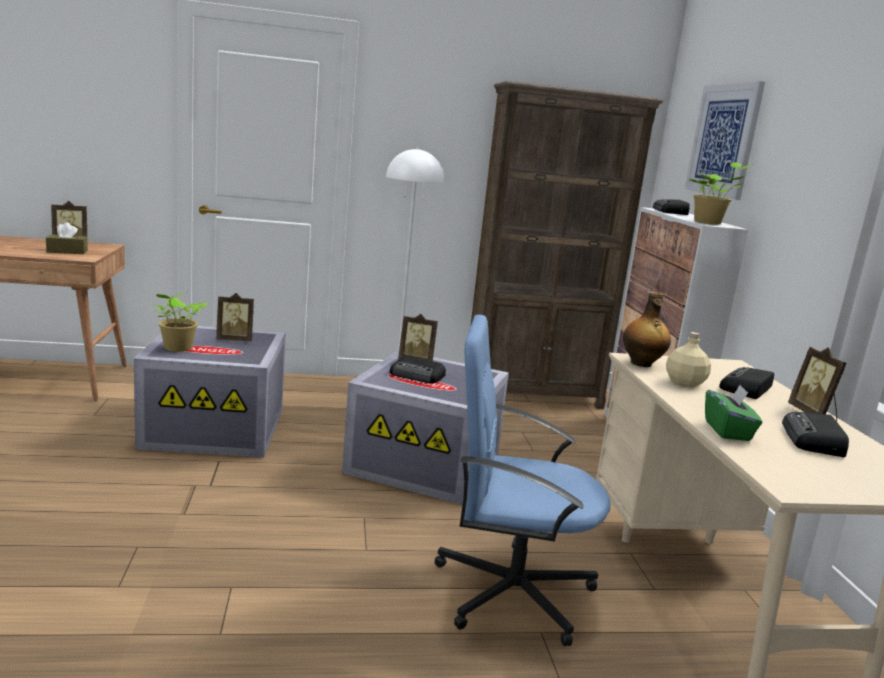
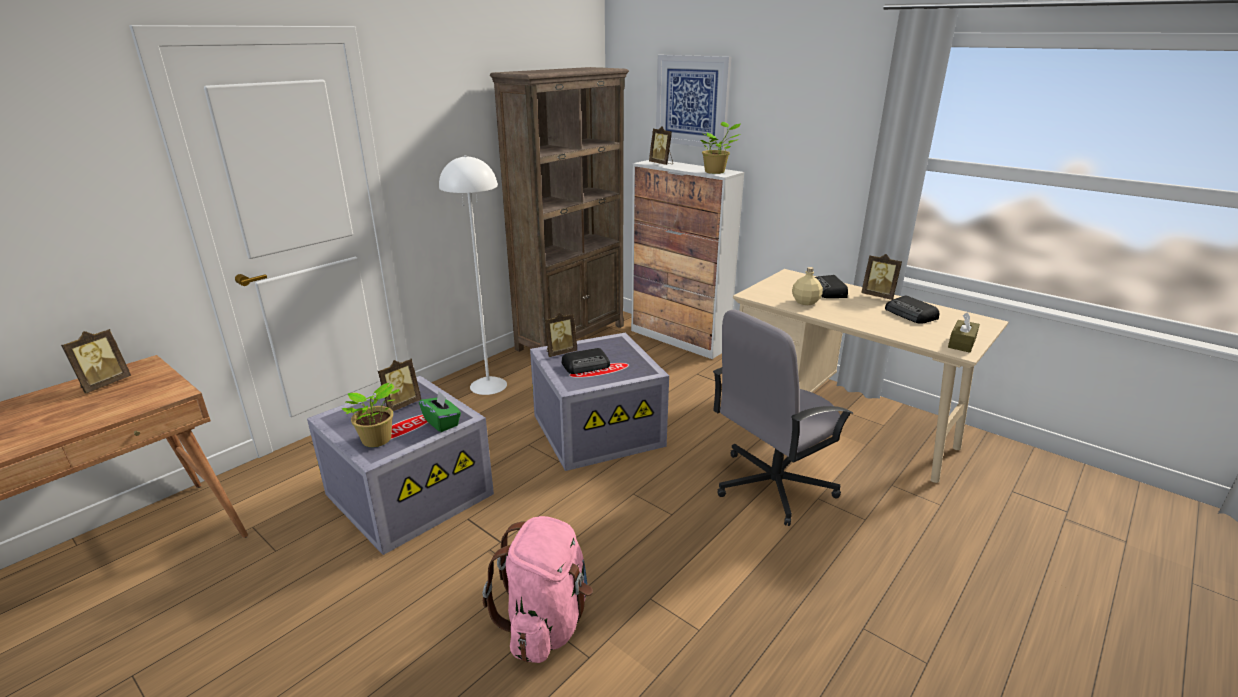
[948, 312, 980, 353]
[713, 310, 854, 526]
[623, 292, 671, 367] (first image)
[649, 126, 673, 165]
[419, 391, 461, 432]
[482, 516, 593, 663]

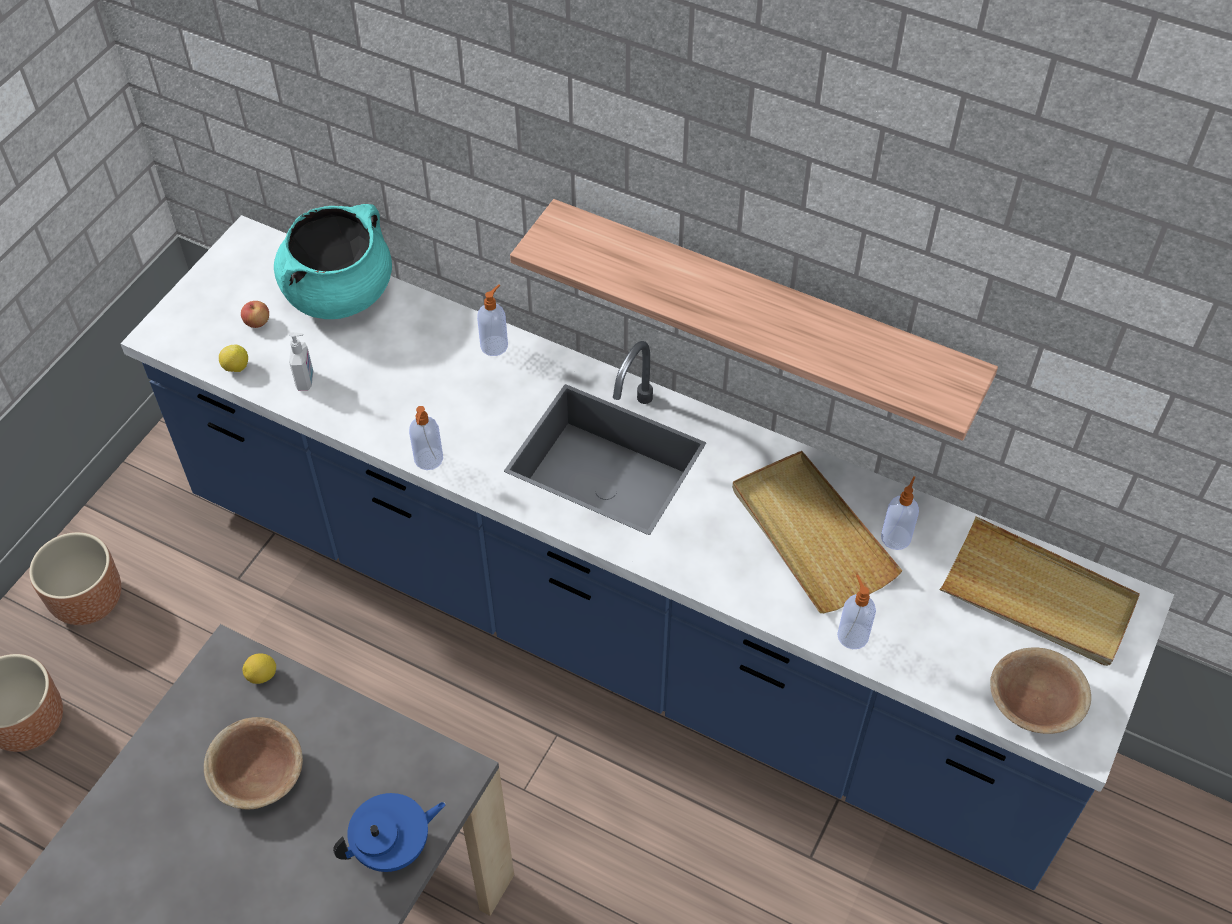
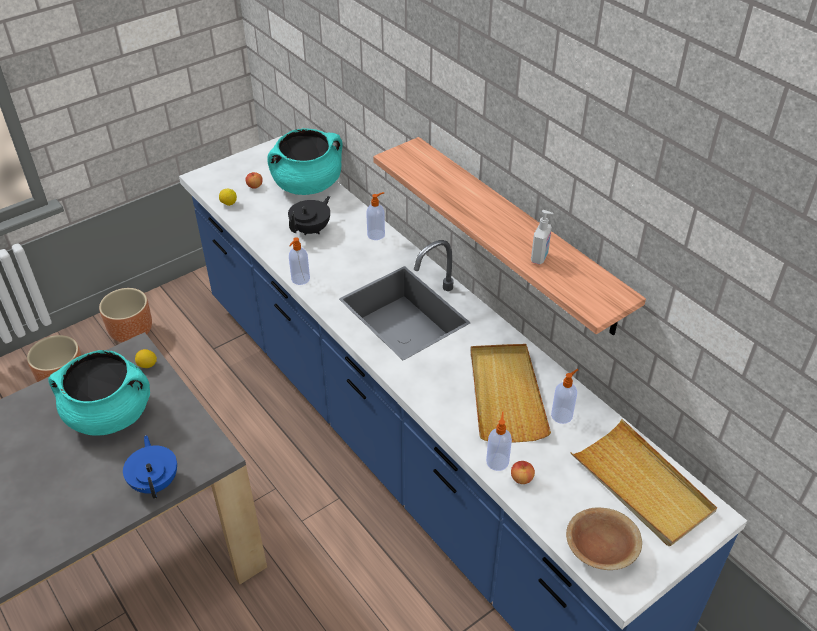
[48, 350, 150, 436]
[531, 210, 554, 265]
[123, 435, 177, 499]
[288, 196, 330, 235]
[511, 461, 535, 484]

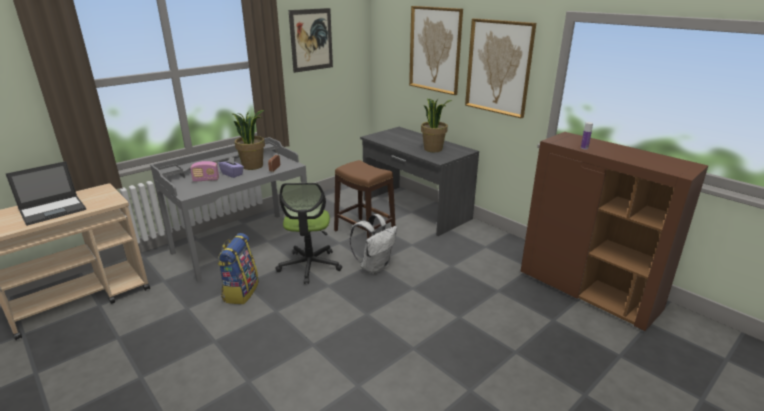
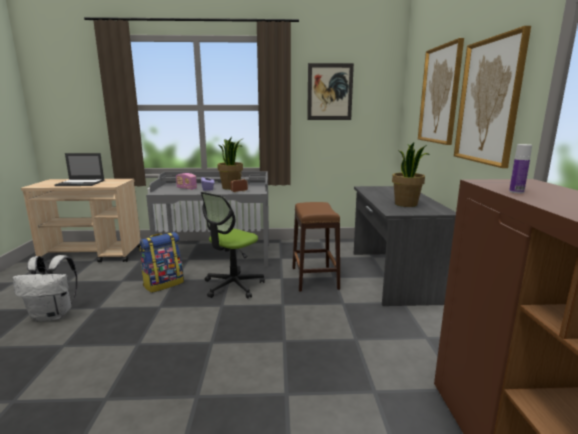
[13, 255, 77, 321]

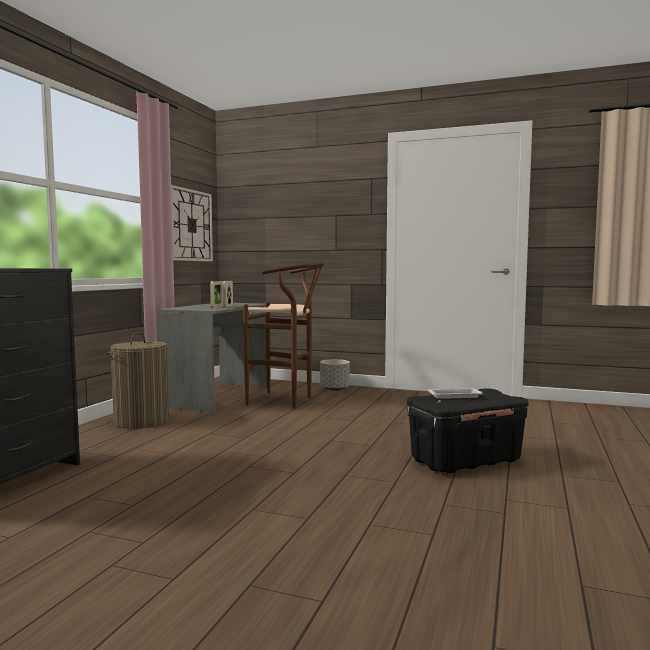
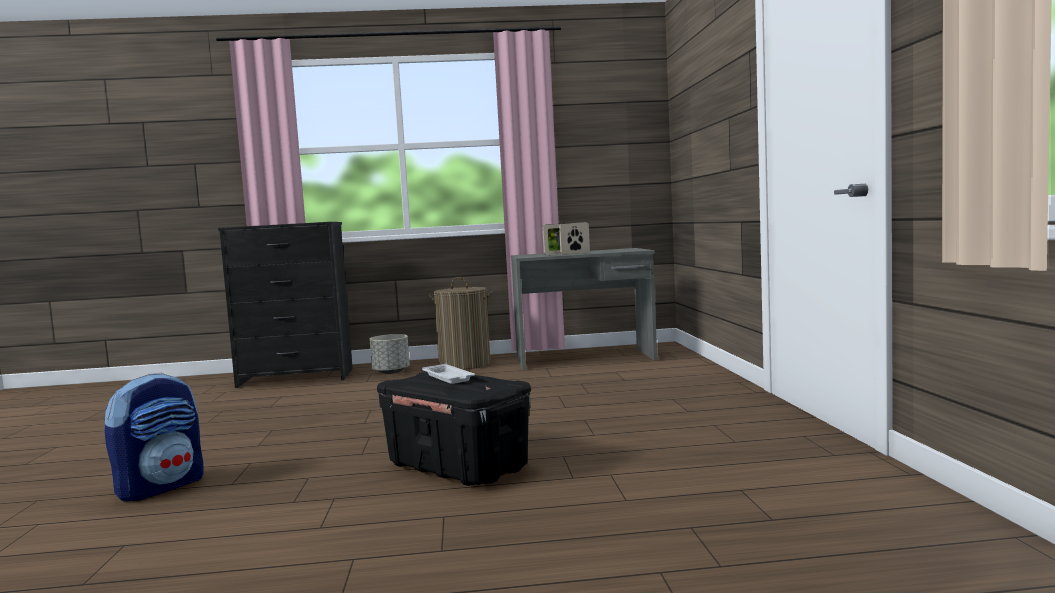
[171, 185, 213, 261] (first image)
[243, 262, 324, 408] (first image)
[370, 334, 410, 374]
[104, 373, 204, 502]

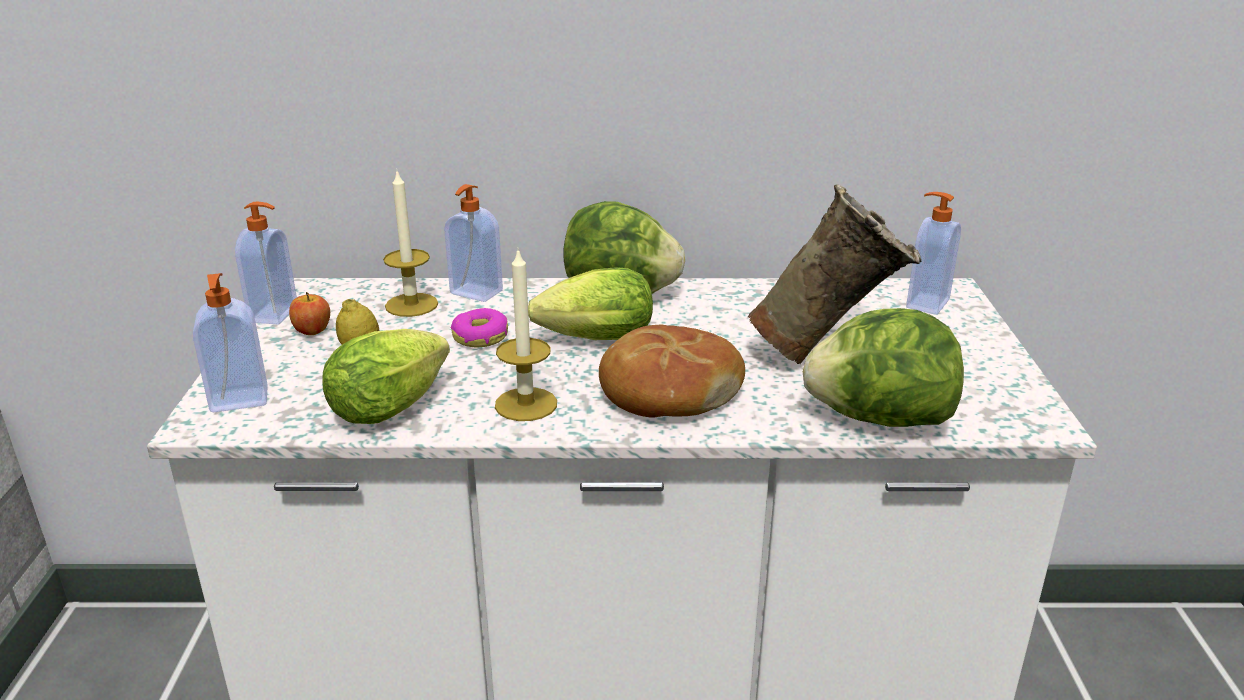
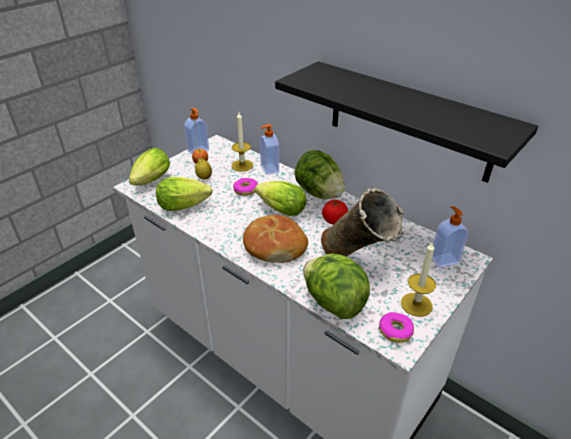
[129, 148, 170, 186]
[401, 241, 436, 317]
[275, 61, 538, 183]
[322, 200, 348, 225]
[379, 312, 414, 343]

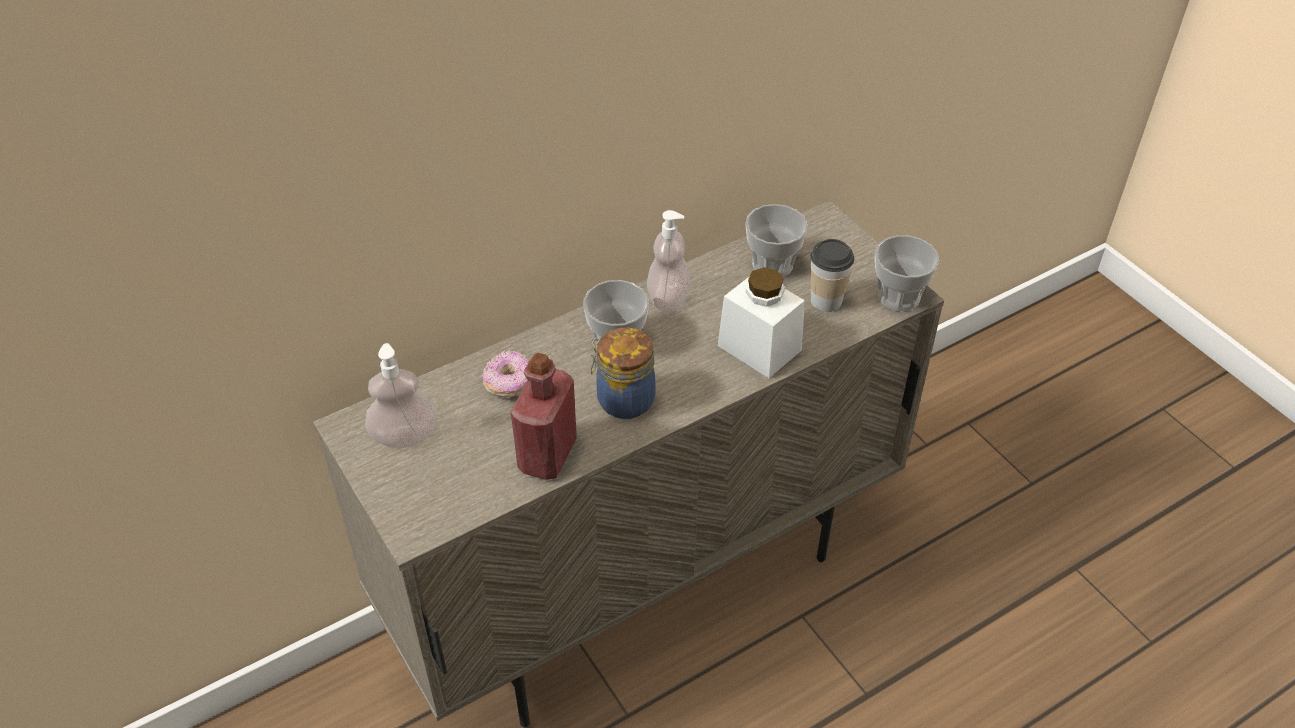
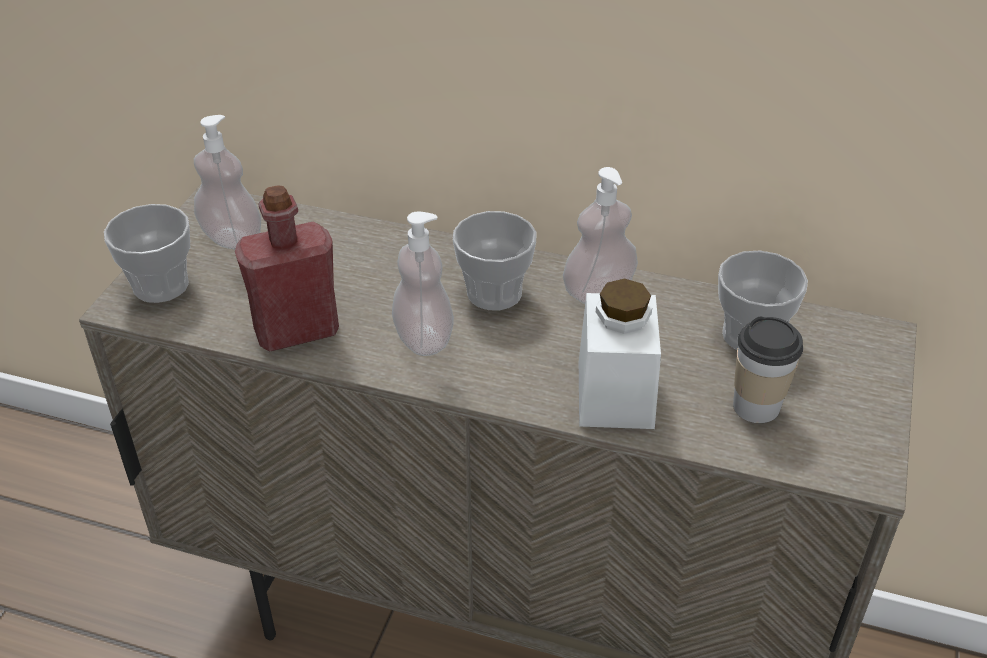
[483, 350, 529, 397] (first image)
[392, 212, 454, 356]
[104, 204, 190, 303]

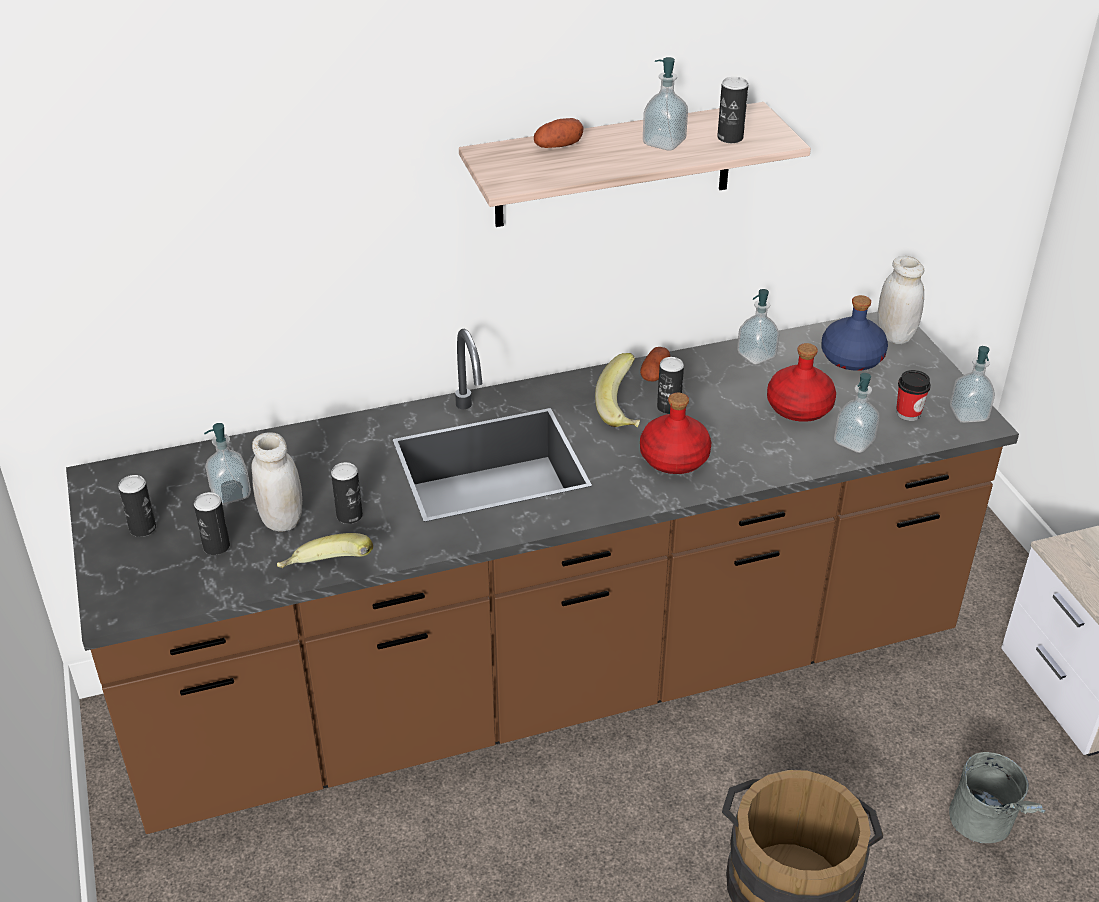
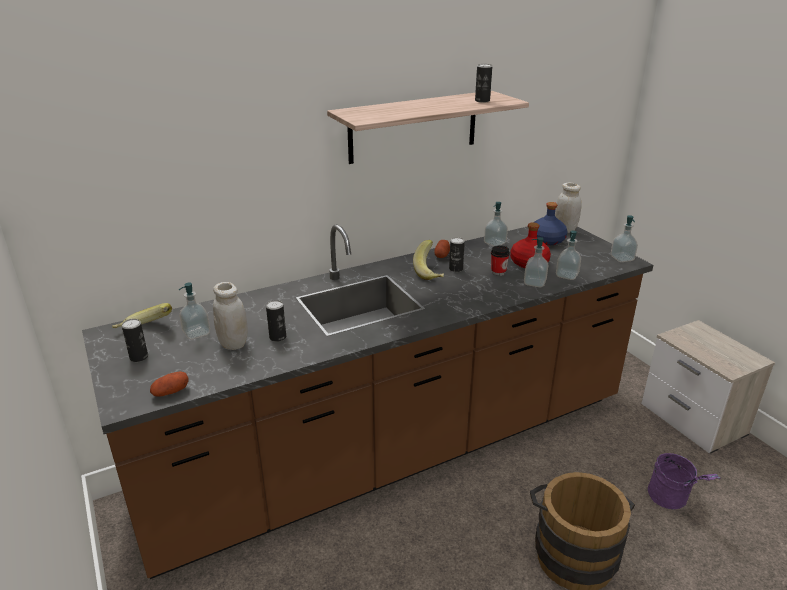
[194, 492, 230, 555] (first image)
[112, 303, 172, 328]
[150, 371, 189, 397]
[640, 393, 711, 474] (first image)
[524, 237, 548, 287]
[491, 245, 510, 276]
[648, 453, 721, 509]

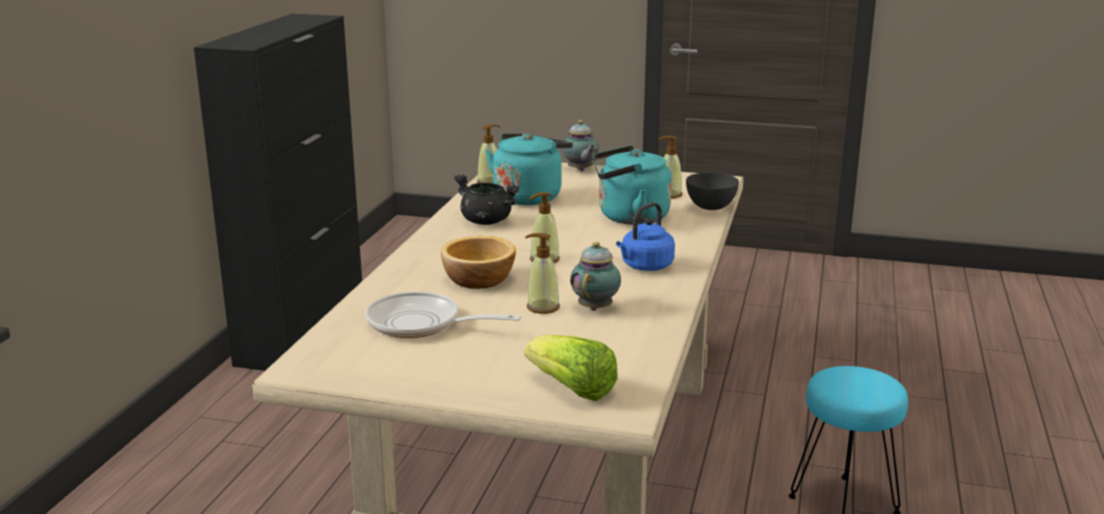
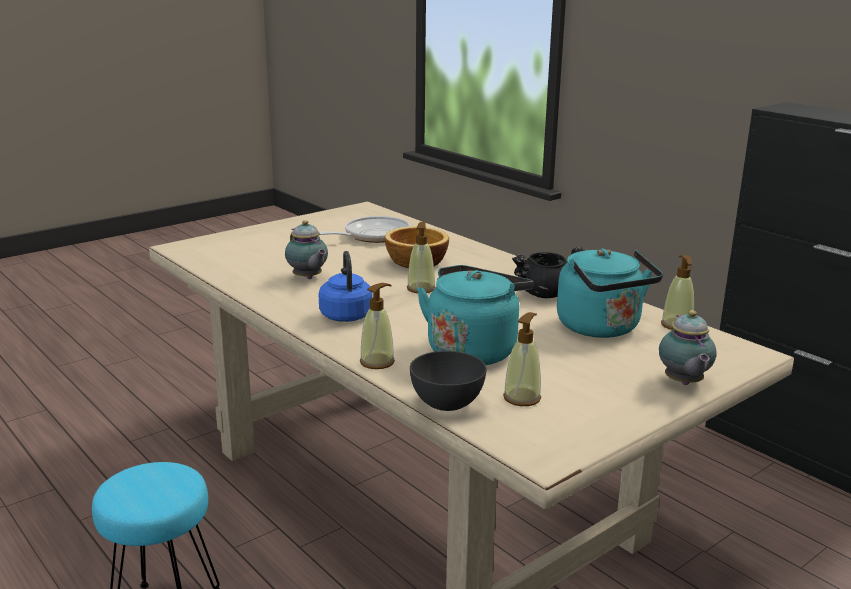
[360, 283, 395, 369]
[525, 335, 617, 401] (first image)
[659, 310, 717, 385]

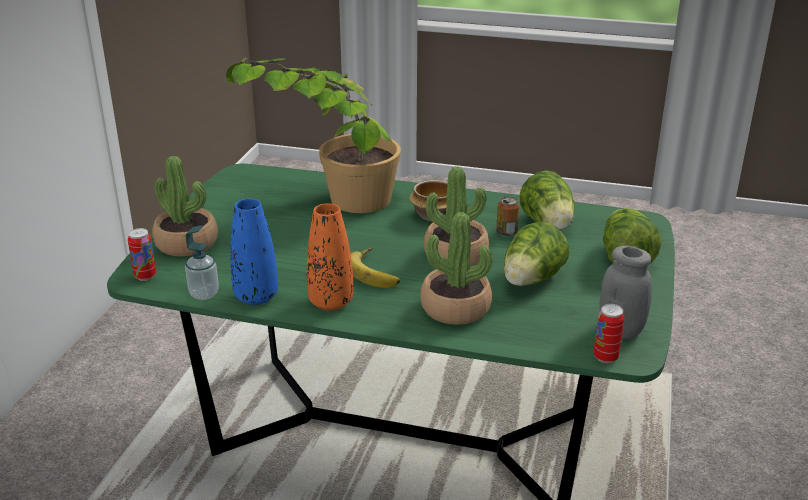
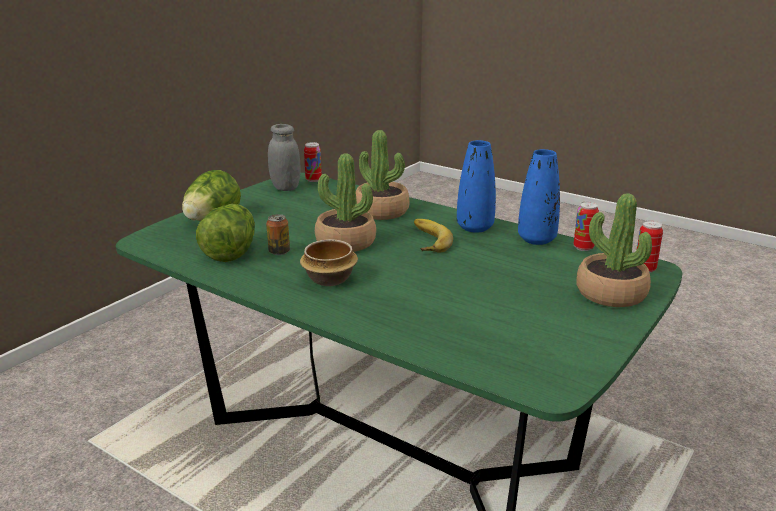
[574, 201, 599, 251]
[226, 58, 401, 213] (first image)
[457, 140, 496, 233]
[504, 222, 569, 286] (first image)

